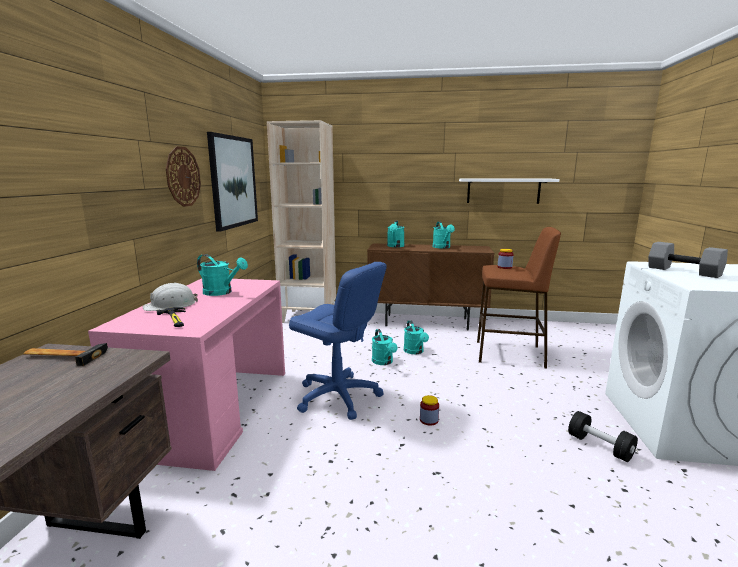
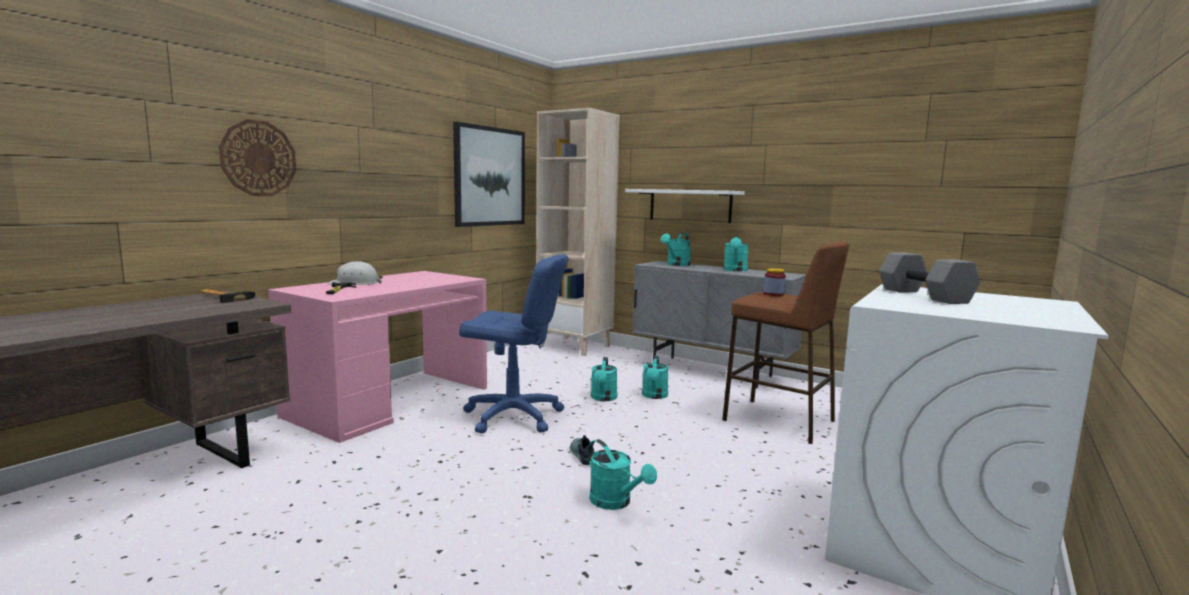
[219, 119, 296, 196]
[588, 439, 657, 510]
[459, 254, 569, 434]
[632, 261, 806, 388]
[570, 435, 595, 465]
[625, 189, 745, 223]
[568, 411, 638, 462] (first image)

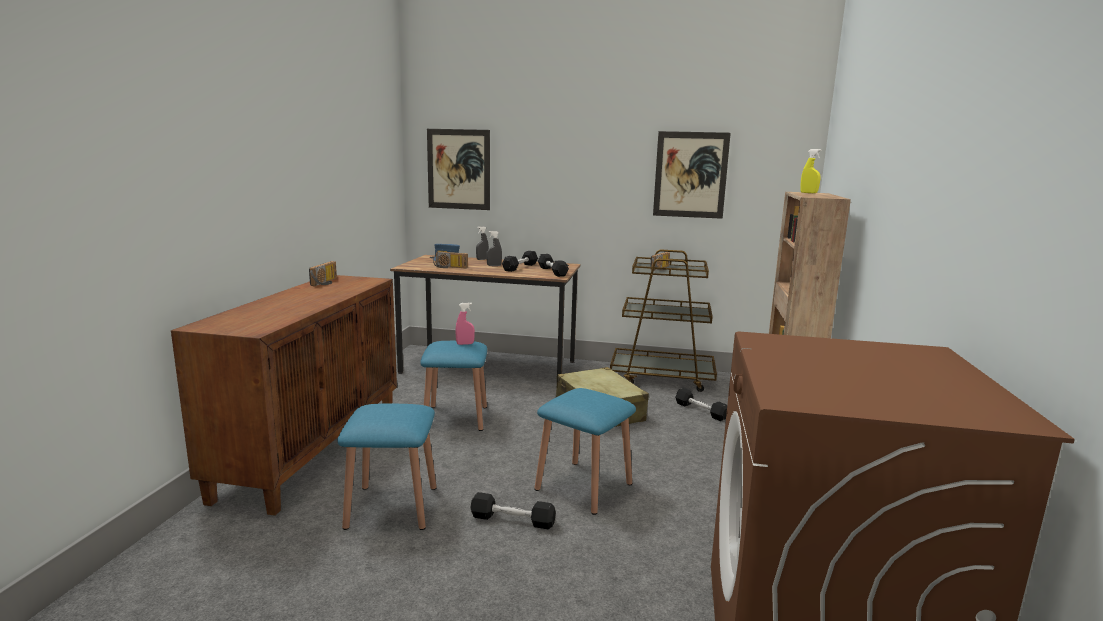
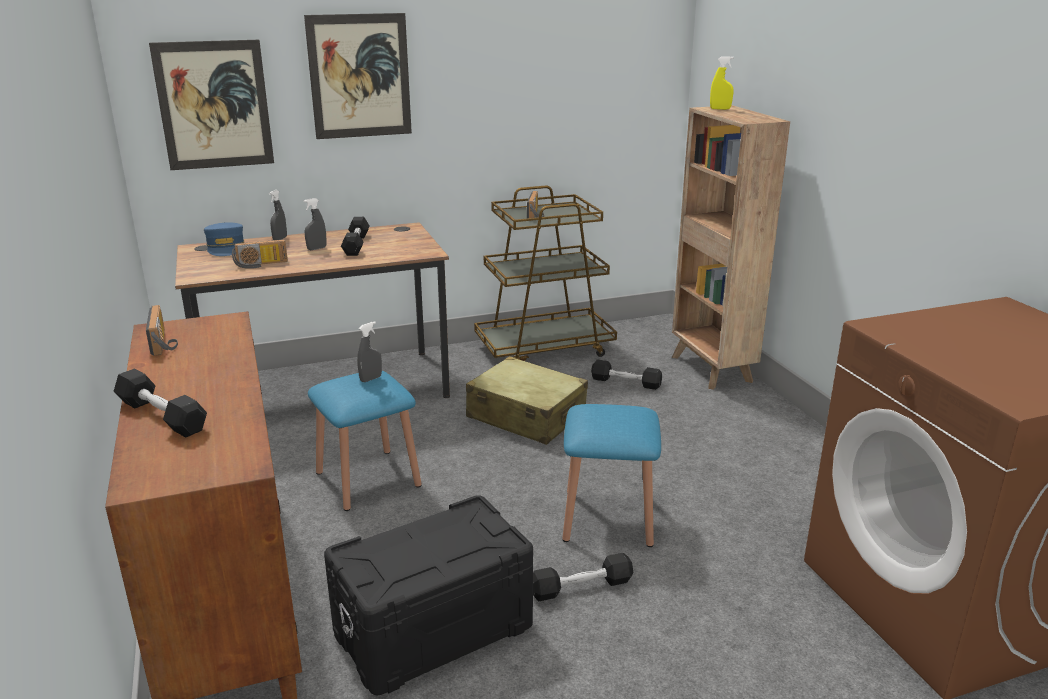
[324, 496, 533, 695]
[357, 321, 382, 382]
[113, 369, 207, 438]
[304, 13, 412, 139]

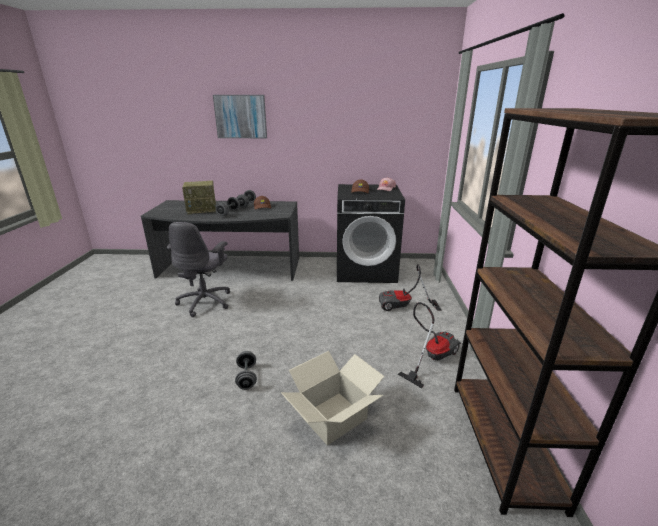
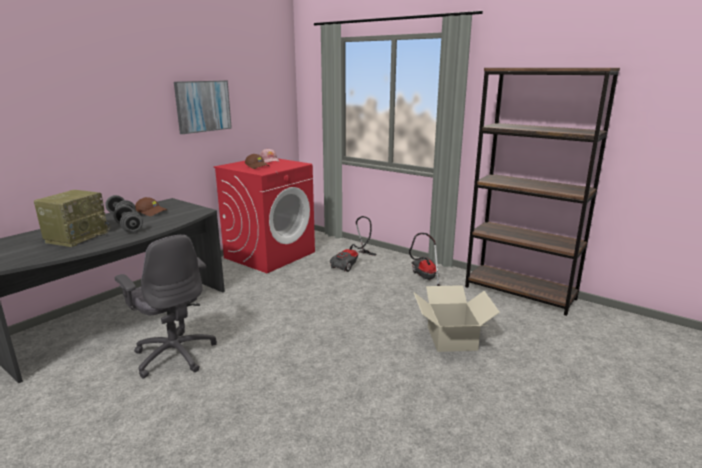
[174, 80, 232, 134]
[235, 351, 257, 390] (first image)
[214, 159, 315, 273]

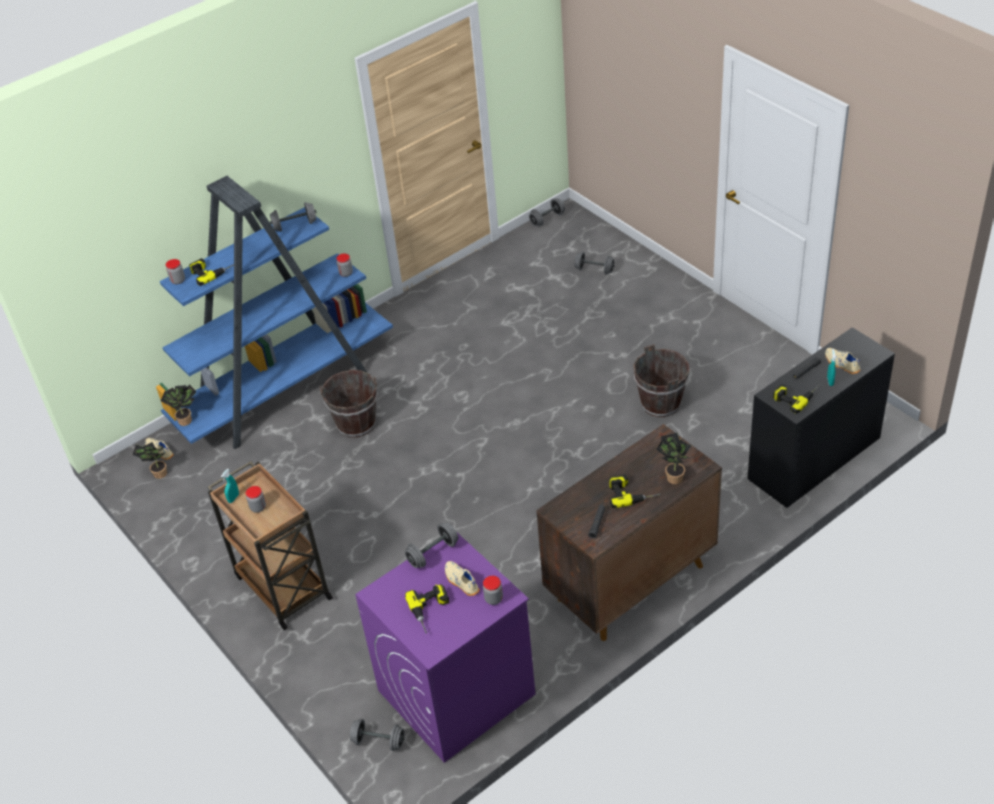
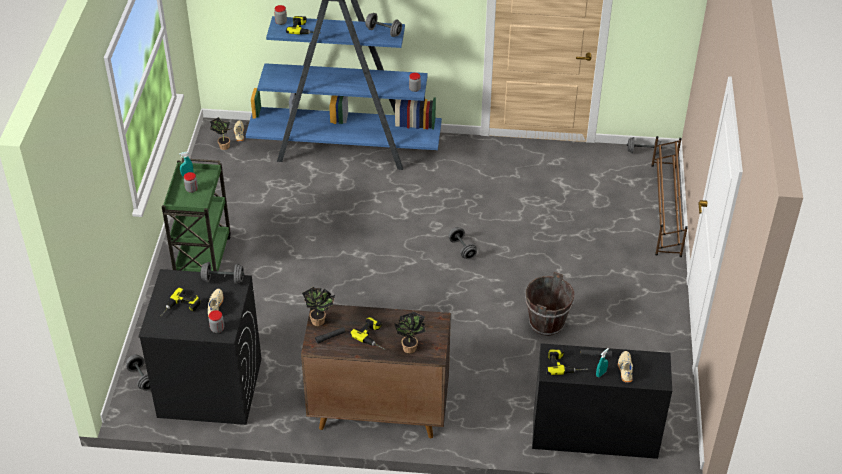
[302, 287, 335, 326]
[162, 158, 231, 272]
[320, 370, 378, 438] (first image)
[138, 269, 262, 425]
[449, 227, 477, 259]
[651, 136, 688, 257]

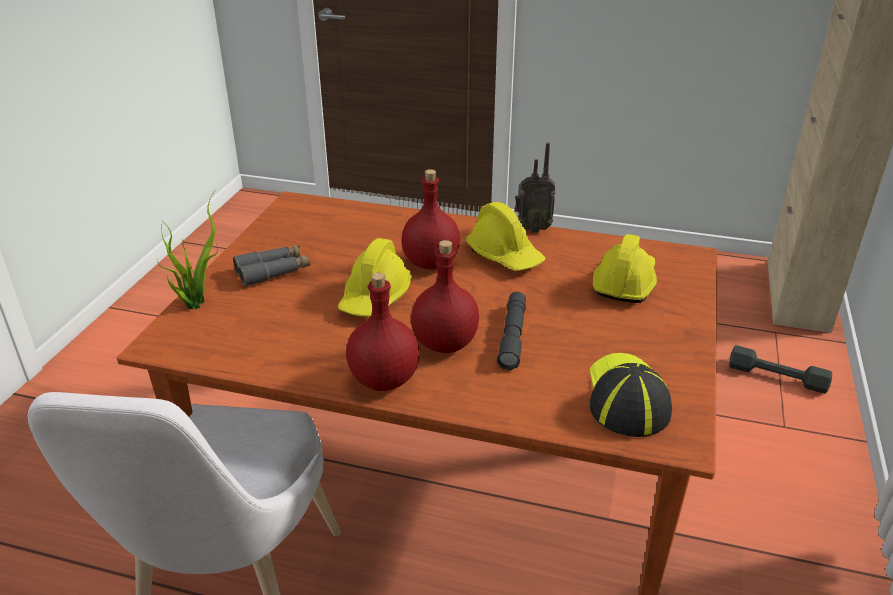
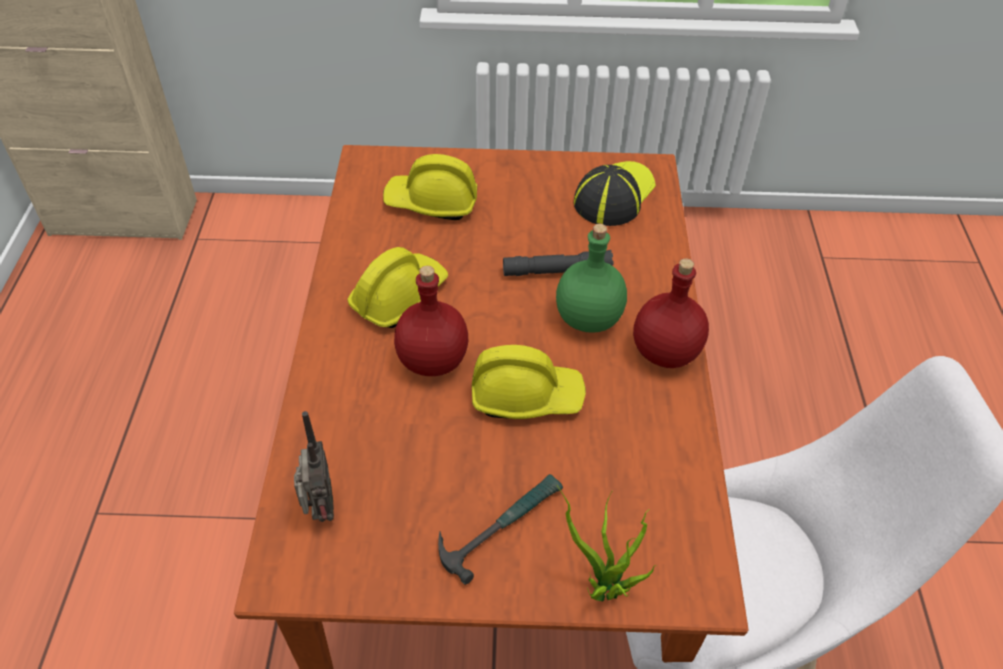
[438, 474, 563, 585]
[556, 224, 627, 333]
[294, 411, 334, 522]
[574, 161, 656, 226]
[729, 345, 832, 394] (first image)

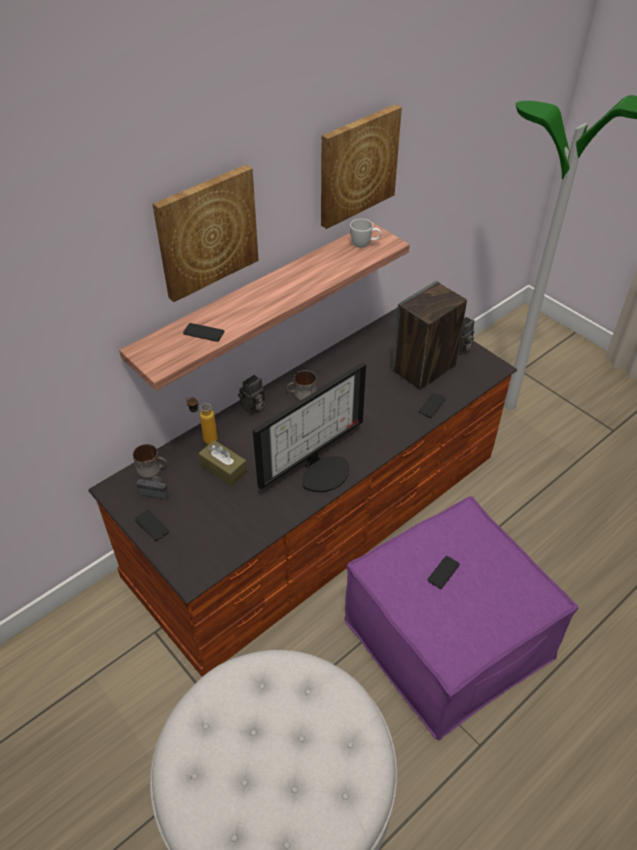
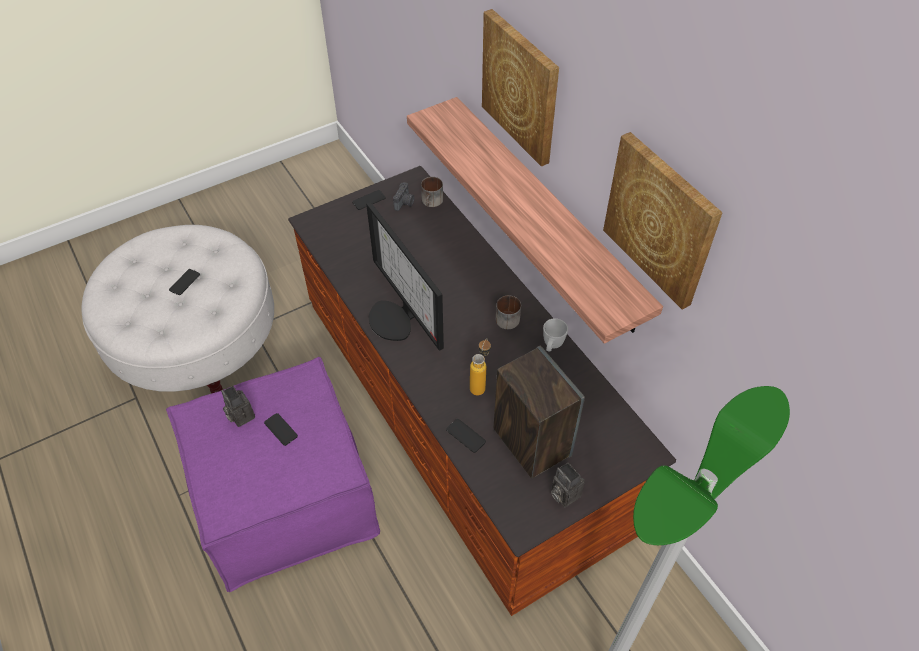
[169, 269, 200, 295]
[470, 338, 491, 395]
[198, 440, 248, 486] (first image)
[221, 386, 255, 427]
[543, 318, 568, 352]

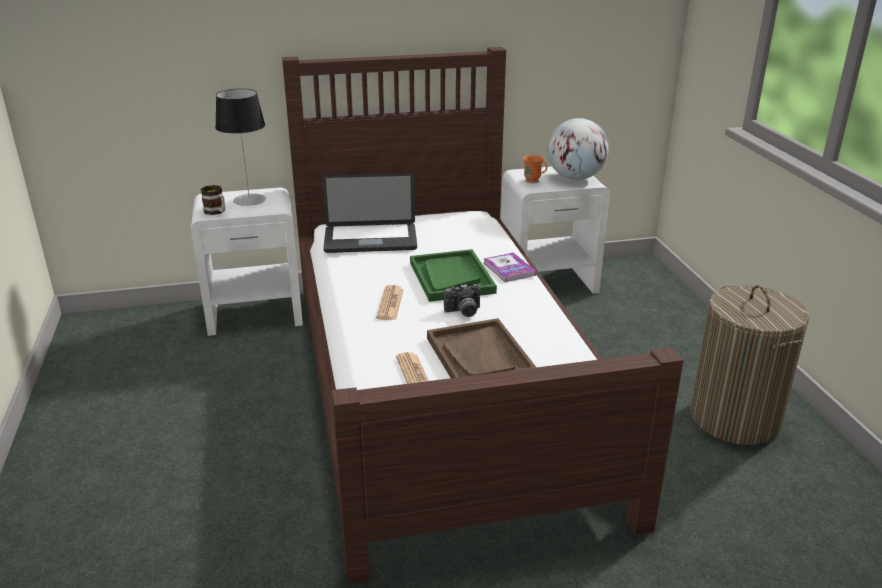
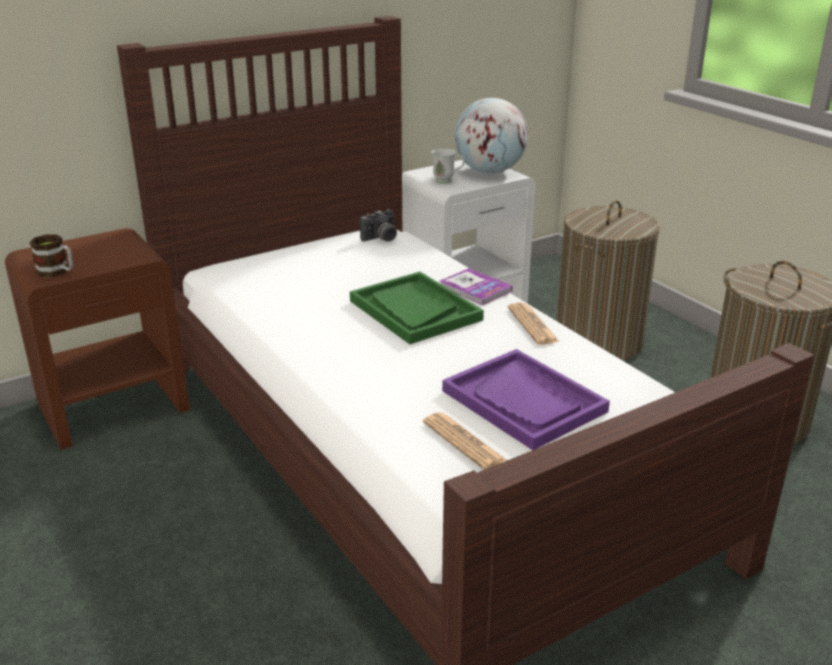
[5, 228, 190, 450]
[215, 89, 266, 206] (first image)
[322, 173, 417, 253] (first image)
[508, 303, 560, 345]
[442, 349, 610, 450]
[360, 209, 397, 242]
[431, 148, 465, 183]
[556, 200, 660, 361]

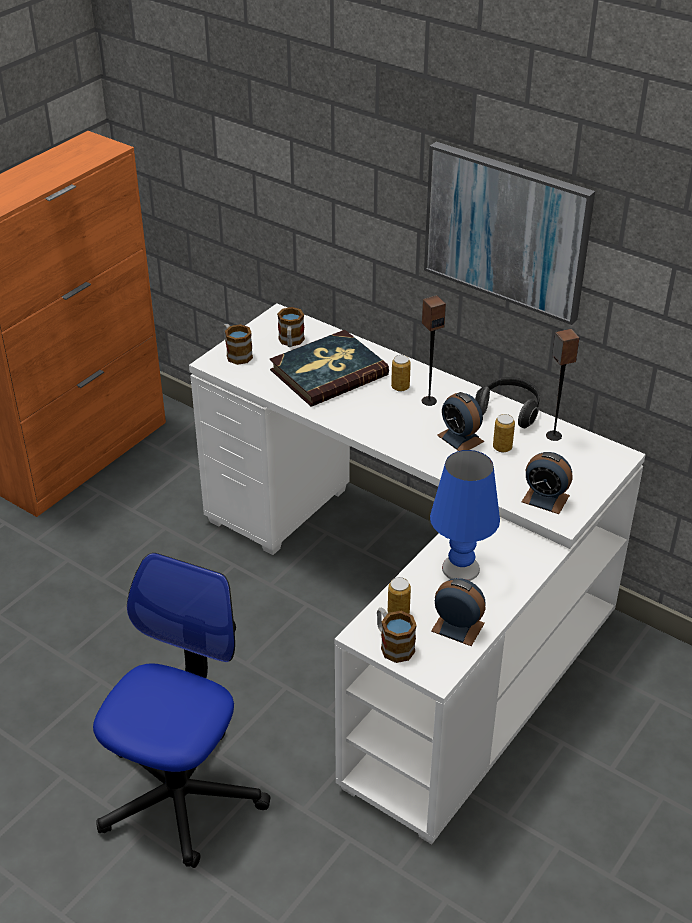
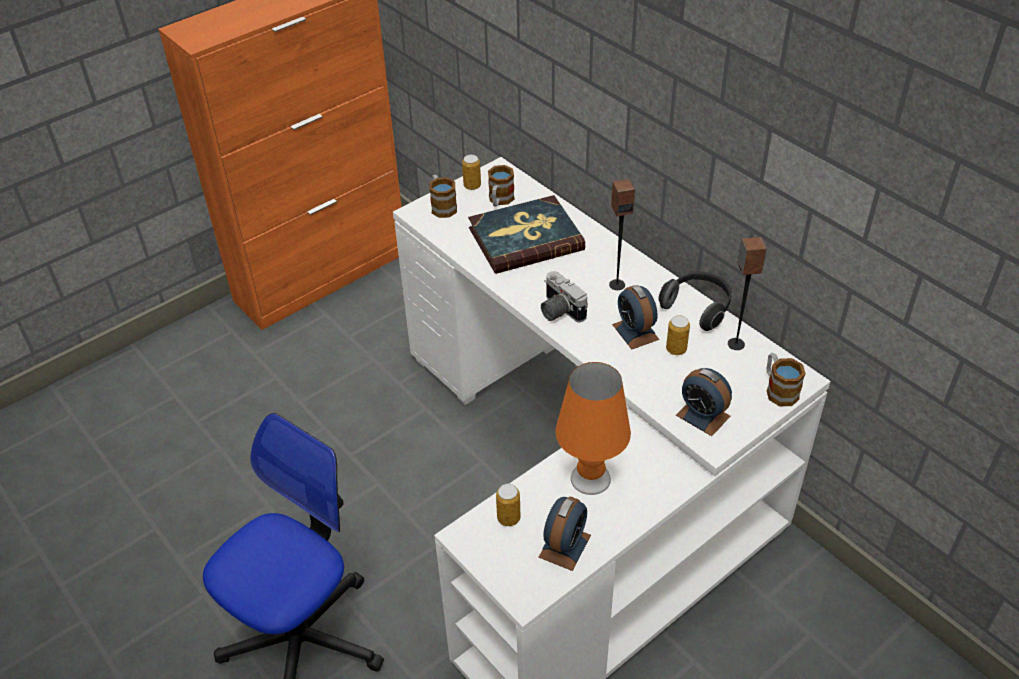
[766, 353, 806, 406]
[462, 154, 481, 190]
[424, 142, 595, 325] (first image)
[555, 362, 631, 495]
[538, 497, 591, 571]
[541, 271, 588, 323]

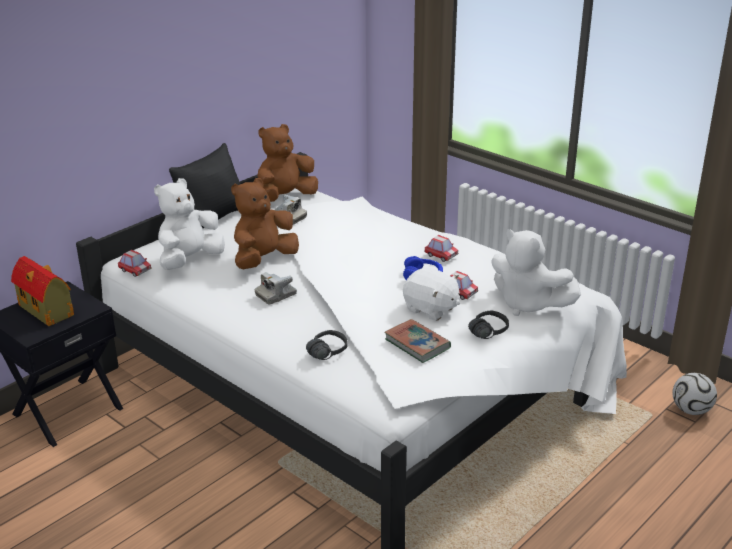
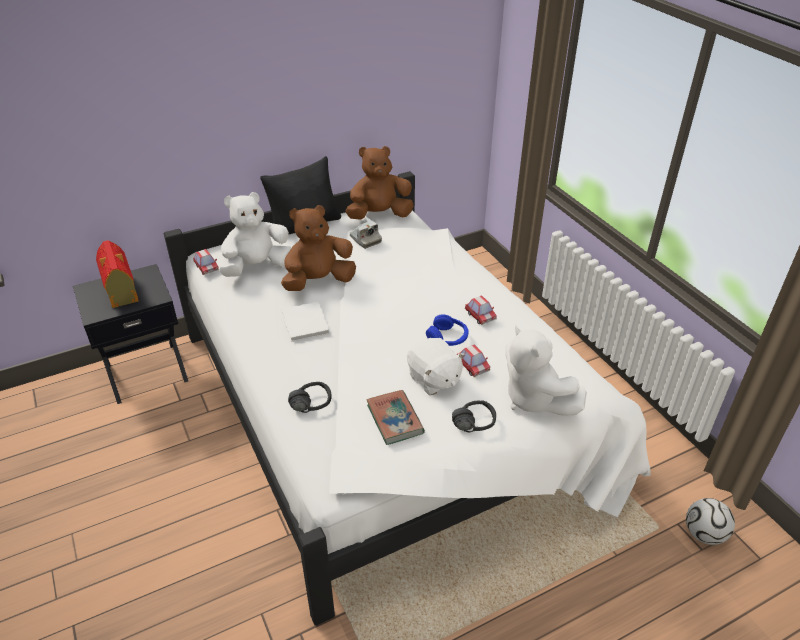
[281, 302, 329, 342]

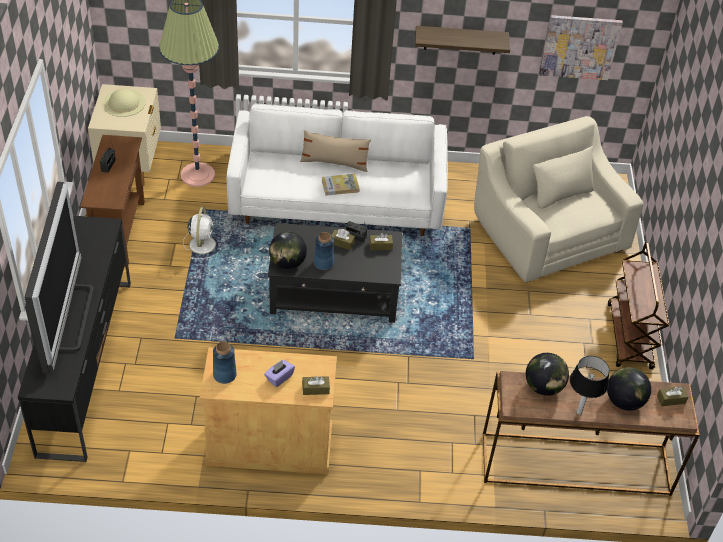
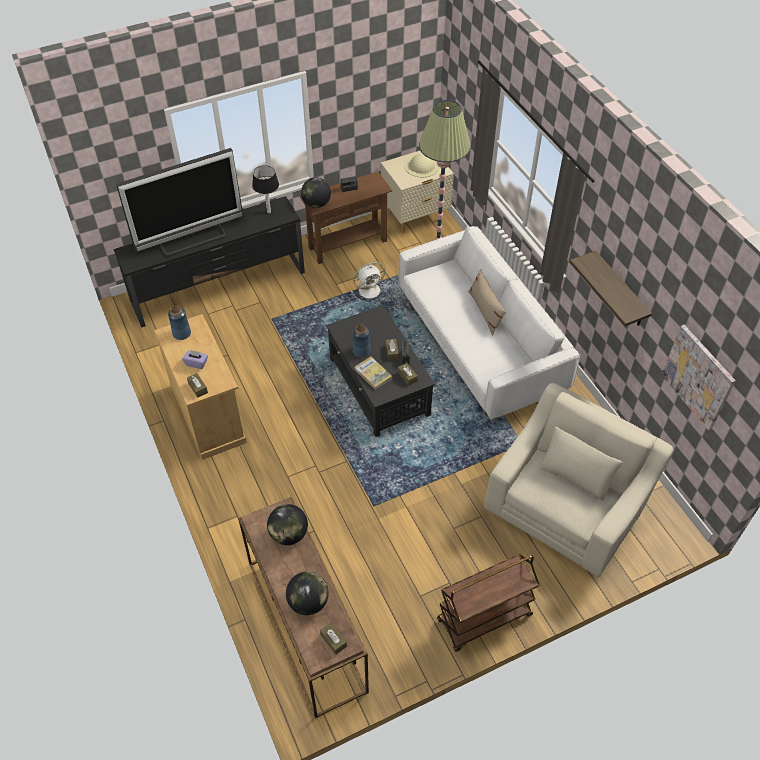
[301, 177, 331, 208]
[354, 357, 392, 390]
[252, 165, 279, 213]

